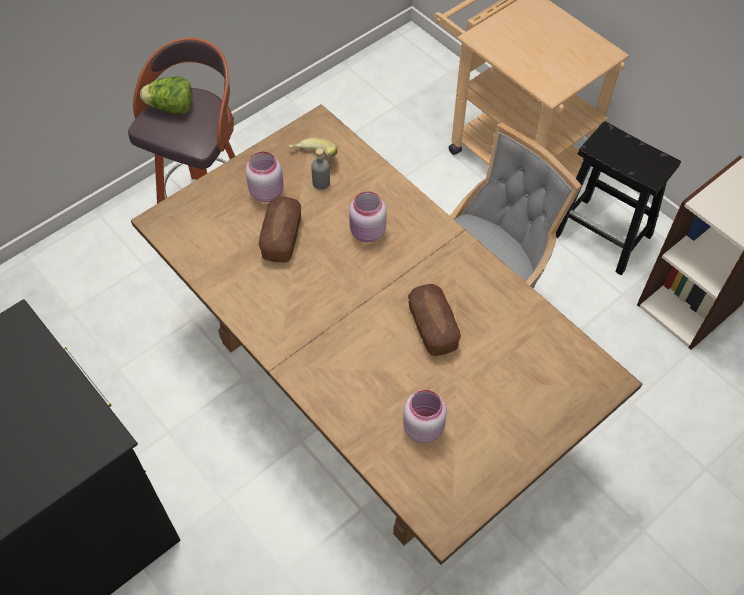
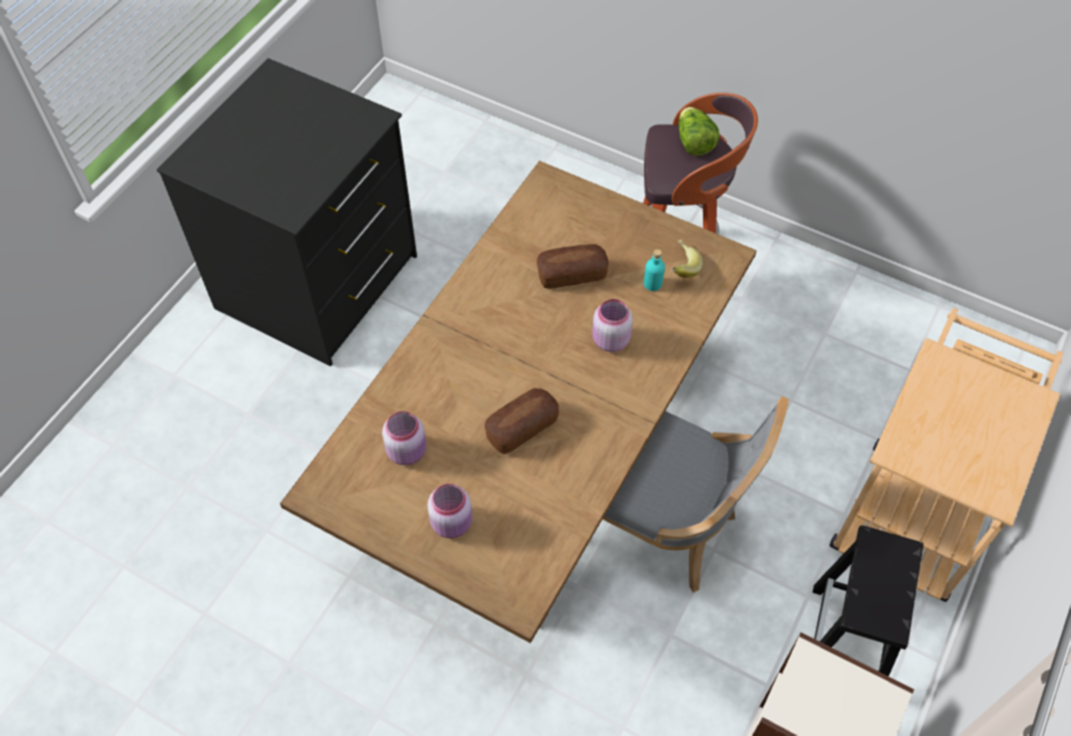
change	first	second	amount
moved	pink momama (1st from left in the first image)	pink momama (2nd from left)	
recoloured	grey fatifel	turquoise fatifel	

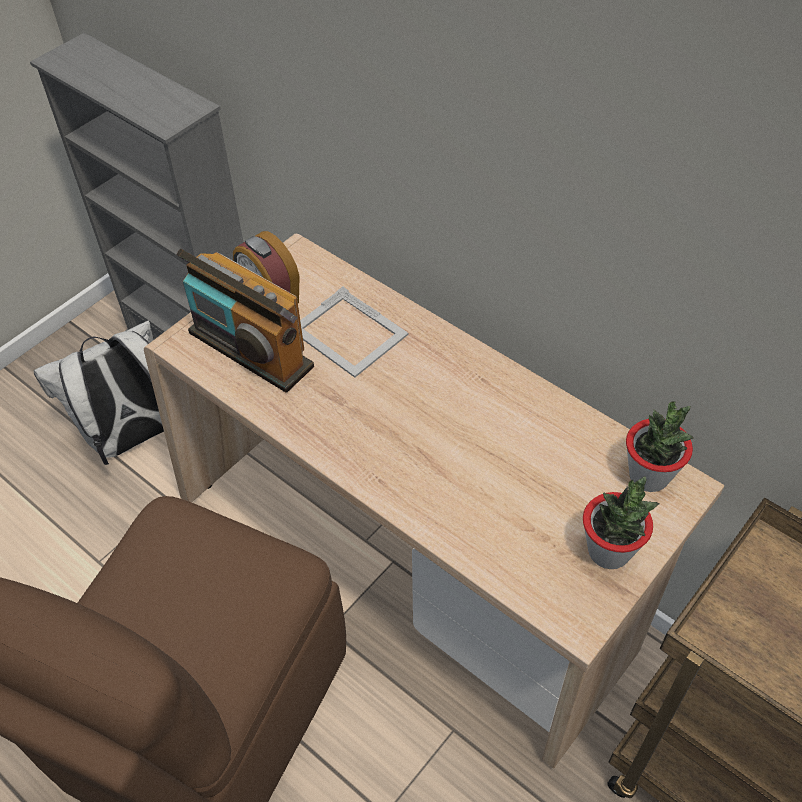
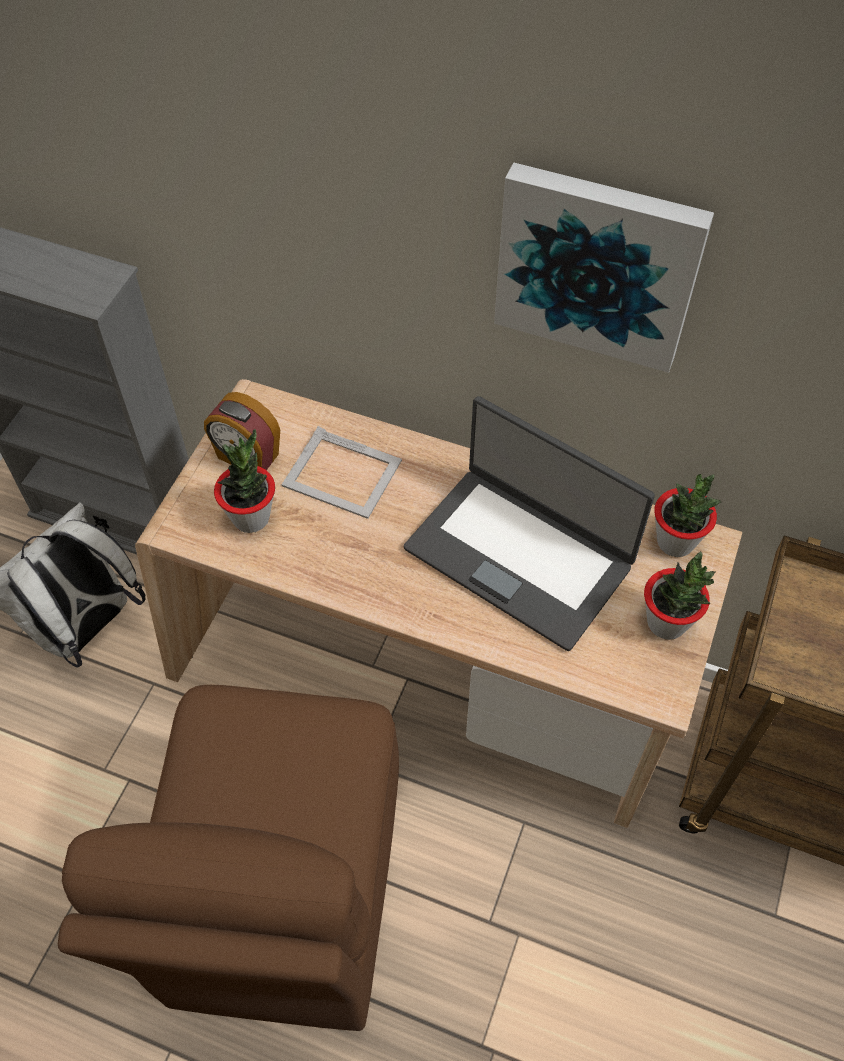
change	first	second	amount
replaced	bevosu	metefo (1st from left)	
added		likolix	
added		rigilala	

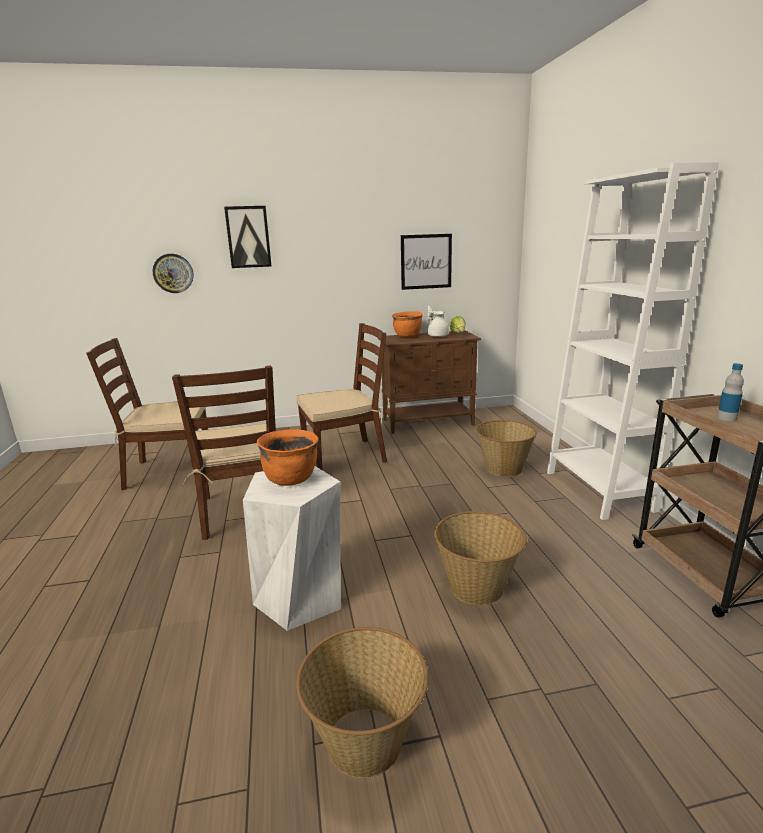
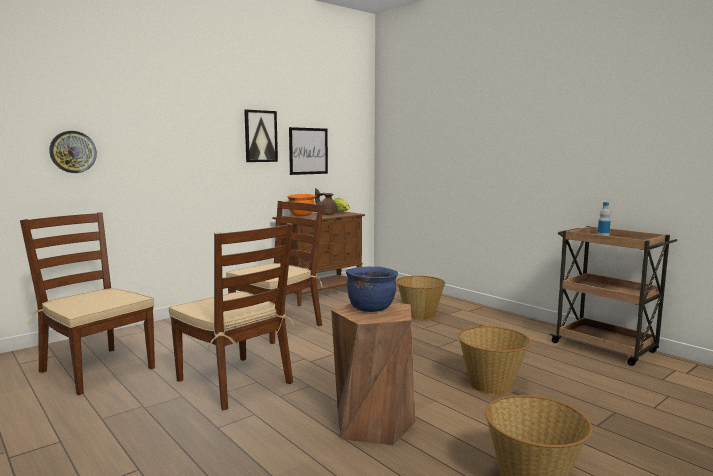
change	first	second	amount
turned	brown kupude (1st from left)		75 degrees clockwise
moved	rigilala (1st from left)		
recoloured	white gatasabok	brown gatasabok	
recoloured	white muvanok	brown muvanok	
recoloured	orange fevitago (1st from left)	blue fevitago	
removed	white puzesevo		

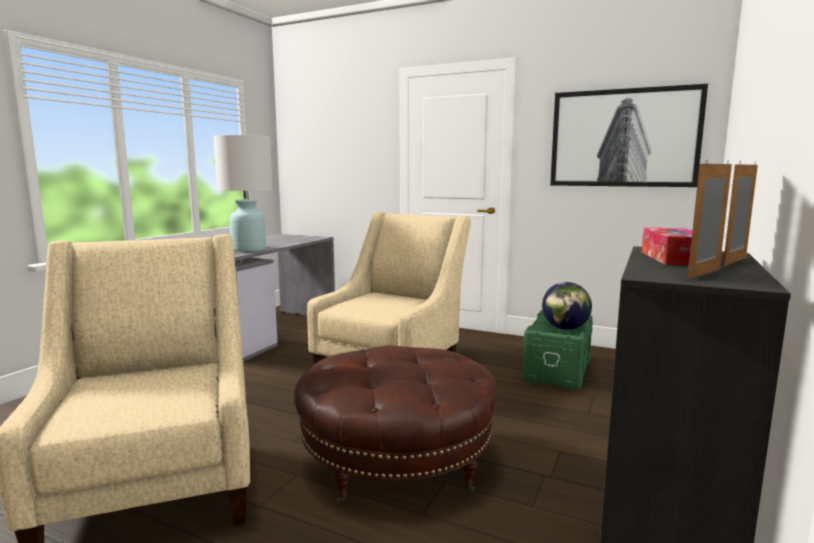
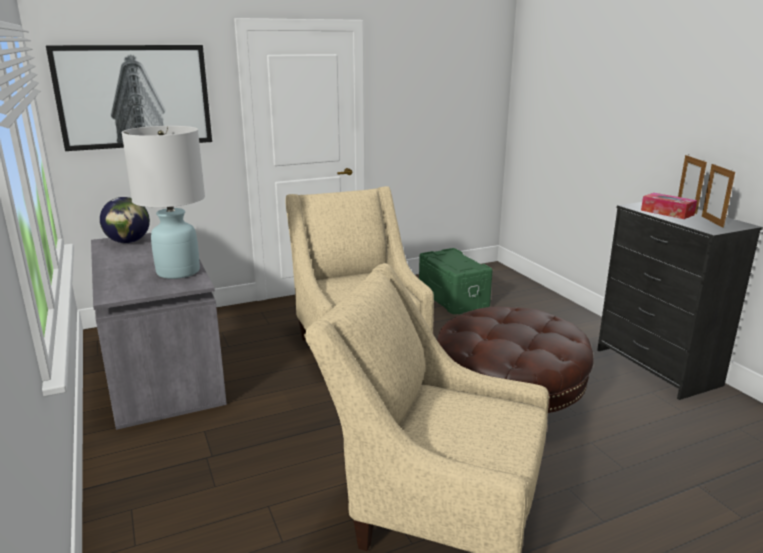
change	first	second	amount
moved	rigilala		
moved	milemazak		

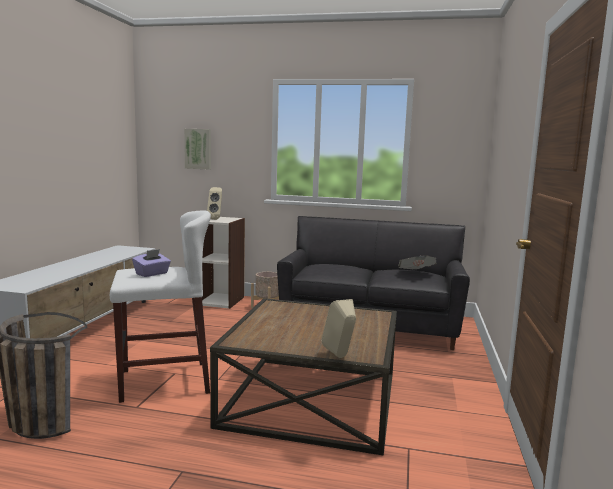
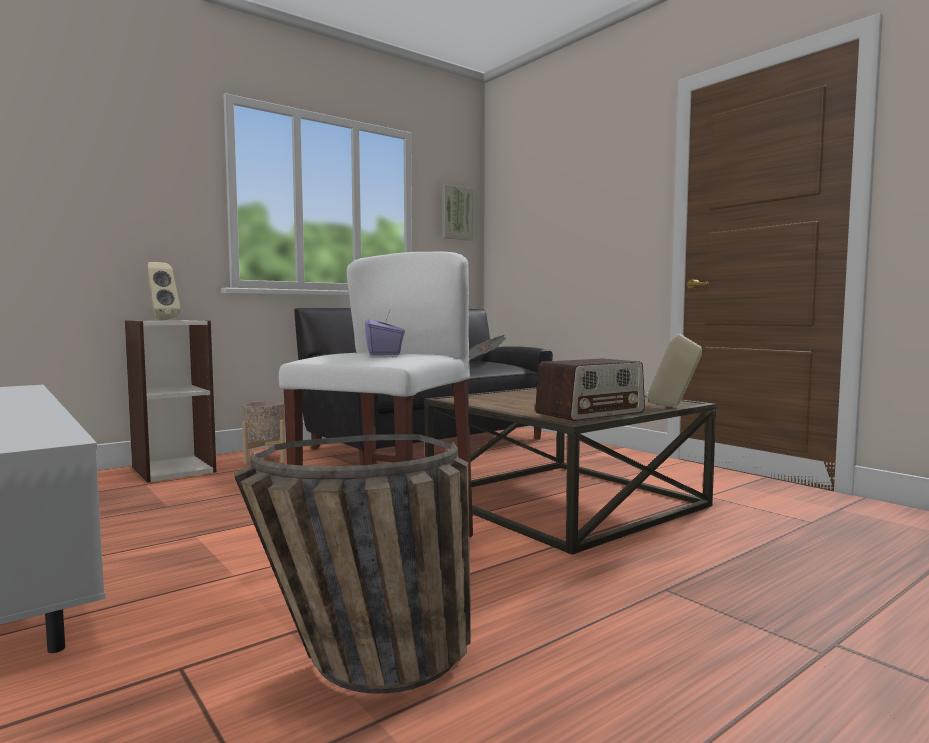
change	first	second	amount
moved	rigilala		
added		bevosu	

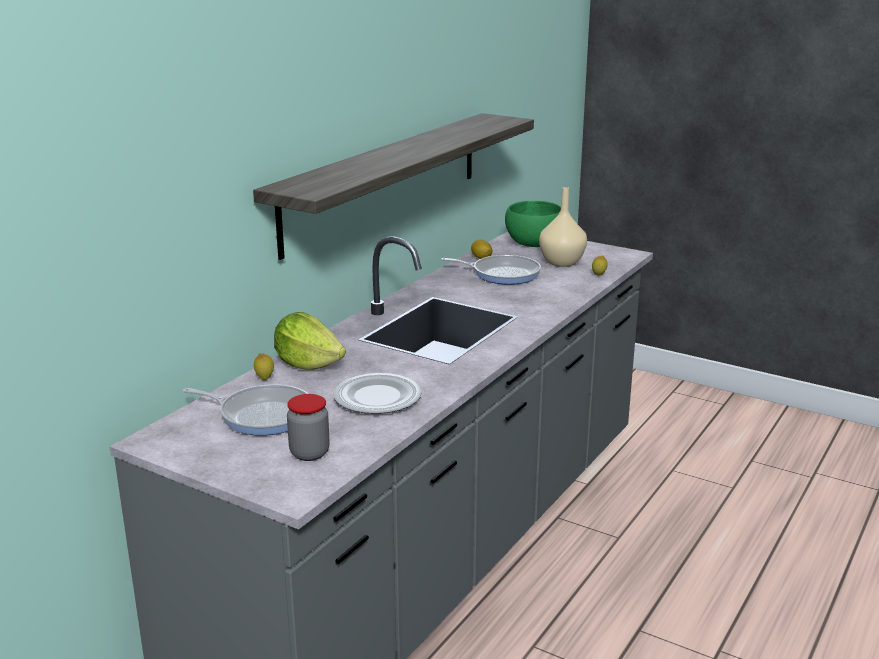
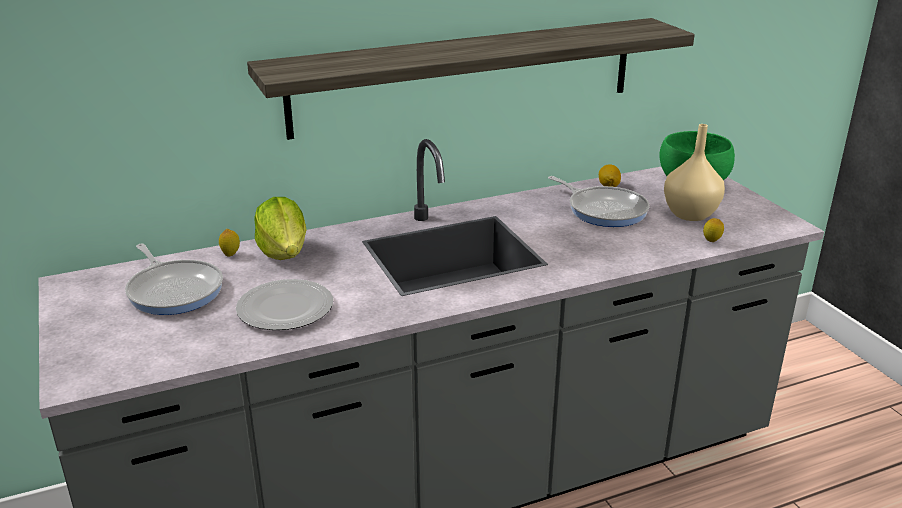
change	first	second	amount
removed	momama		

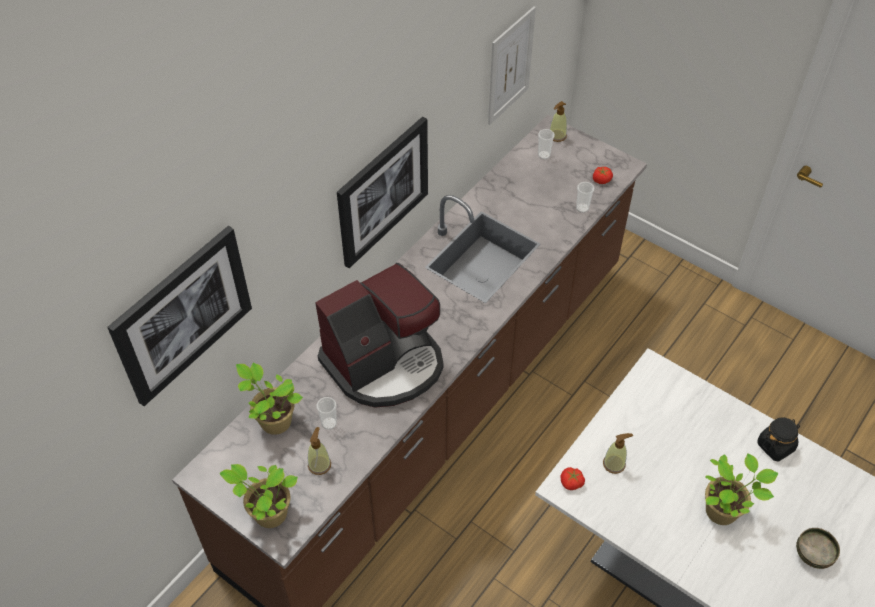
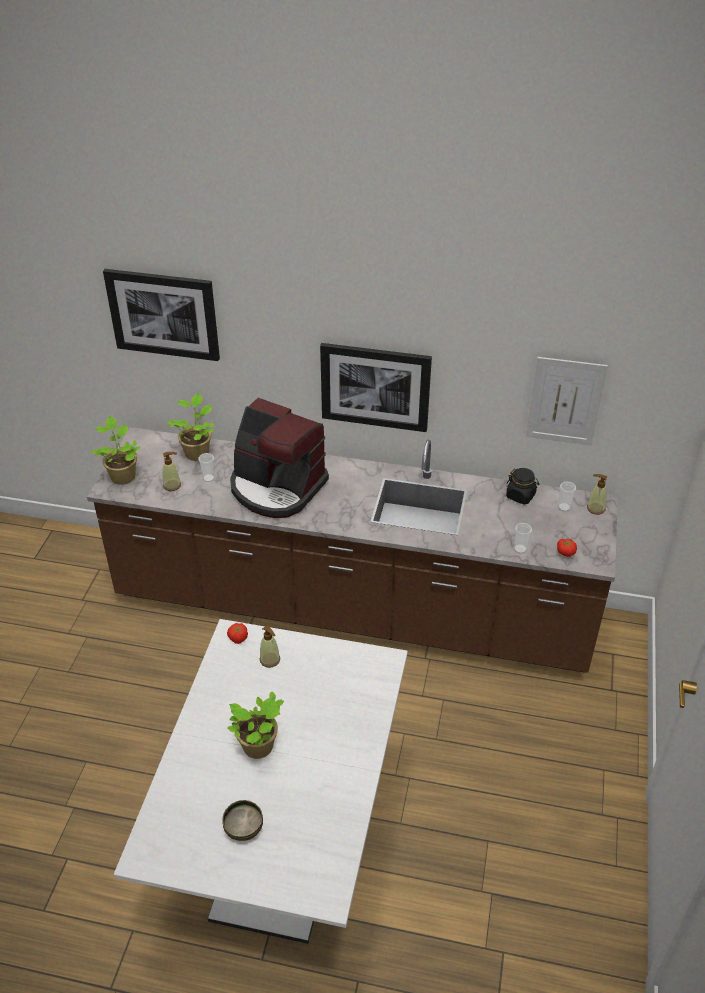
change	first	second	amount
moved	black momama		

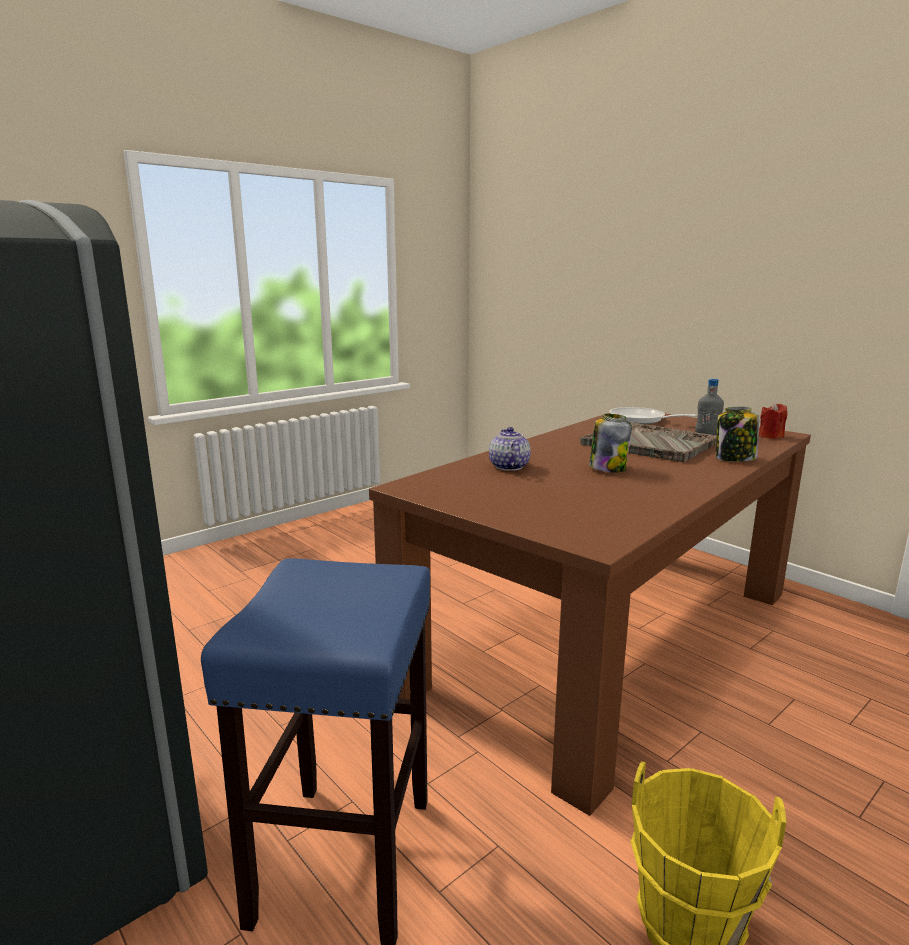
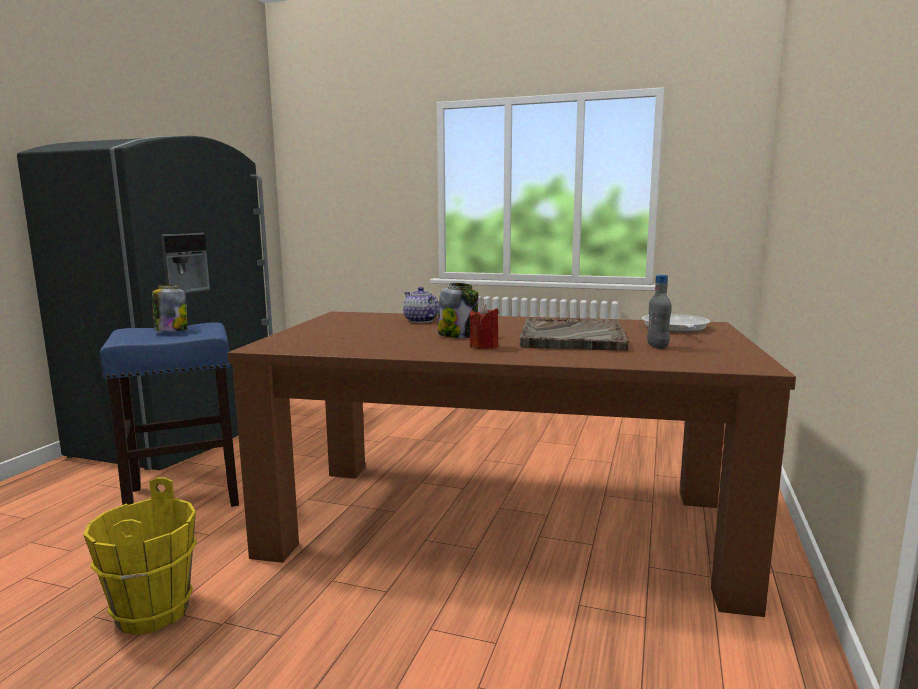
change	first	second	amount
moved	momama (2nd from left in the first image)	momama (1st from left)	
turned	gatasabok		90 degrees counterclockwise
moved	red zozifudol		

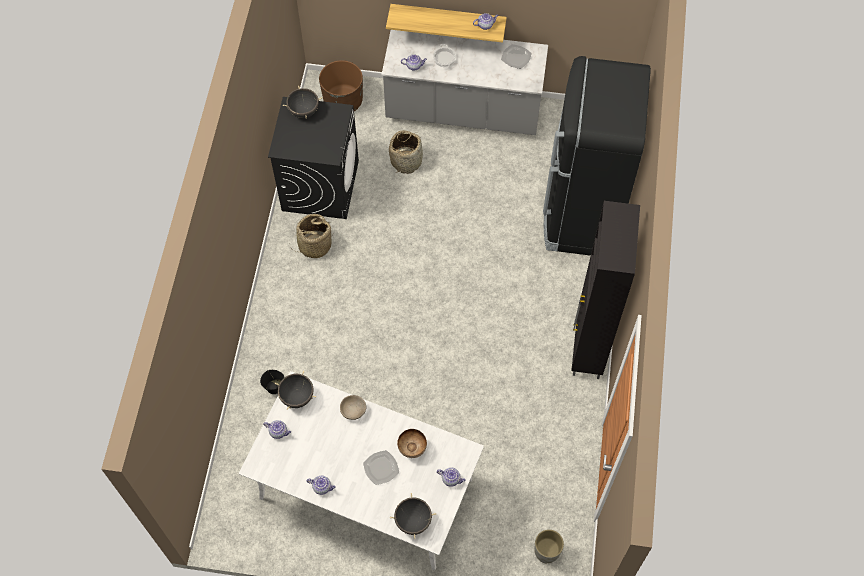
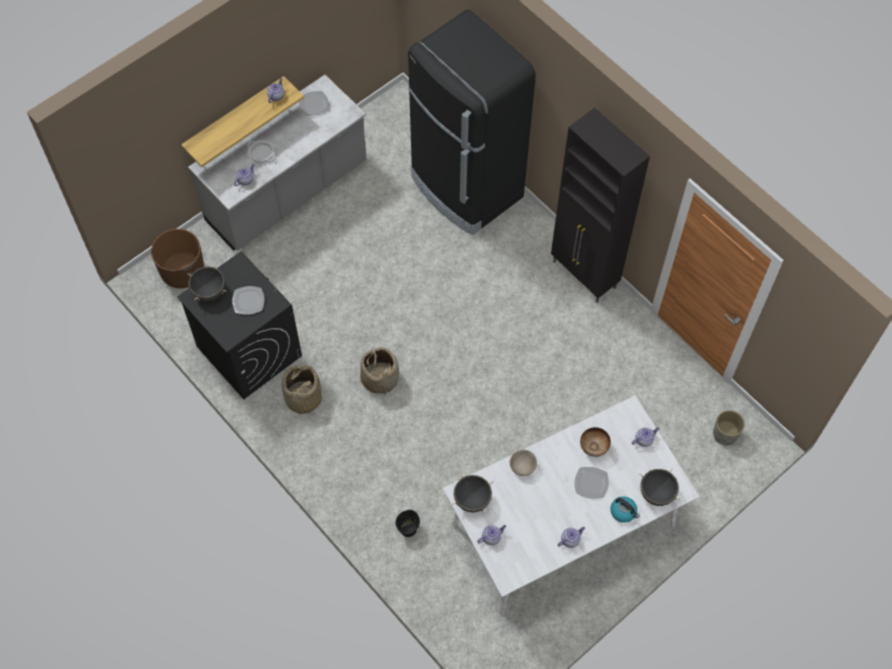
change	first	second	amount
added		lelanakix (1st from left)	
moved	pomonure (2nd from left)		
added		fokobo	

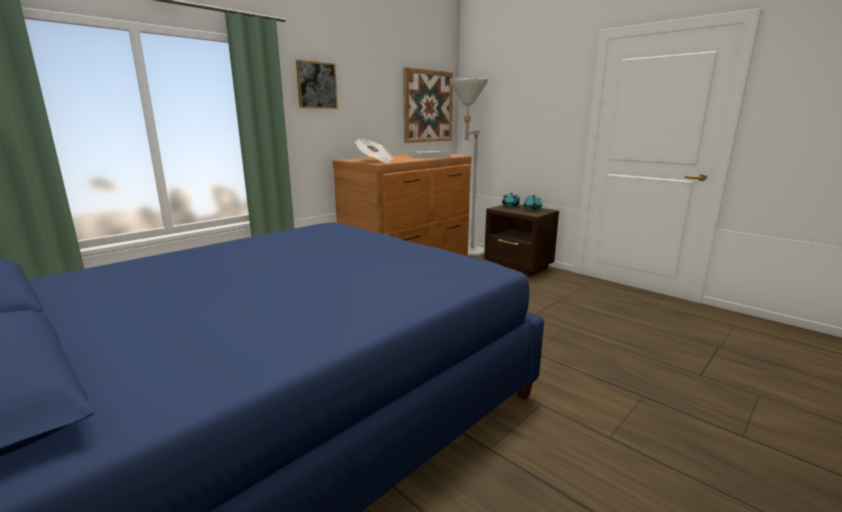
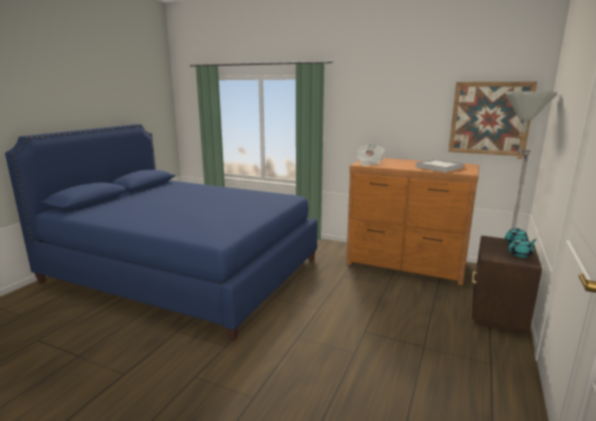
change	first	second	amount
removed	rigilala (1st from left)		

